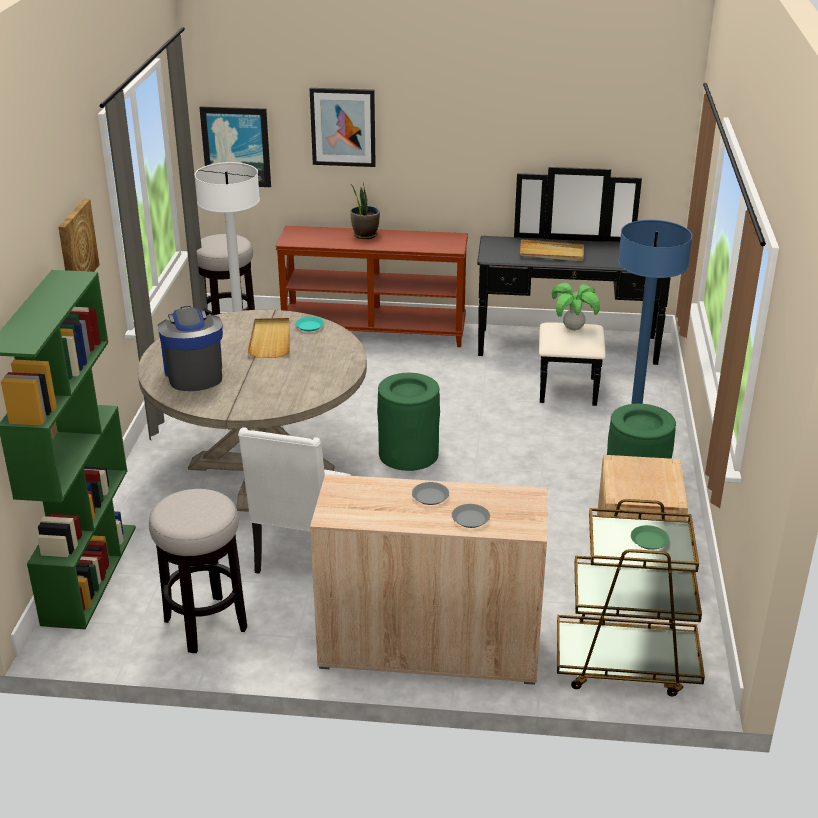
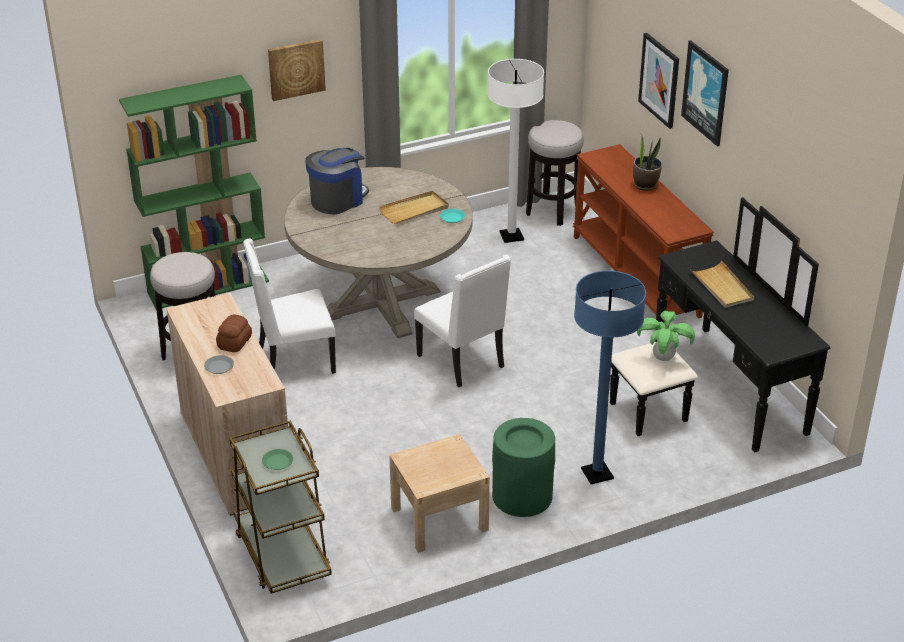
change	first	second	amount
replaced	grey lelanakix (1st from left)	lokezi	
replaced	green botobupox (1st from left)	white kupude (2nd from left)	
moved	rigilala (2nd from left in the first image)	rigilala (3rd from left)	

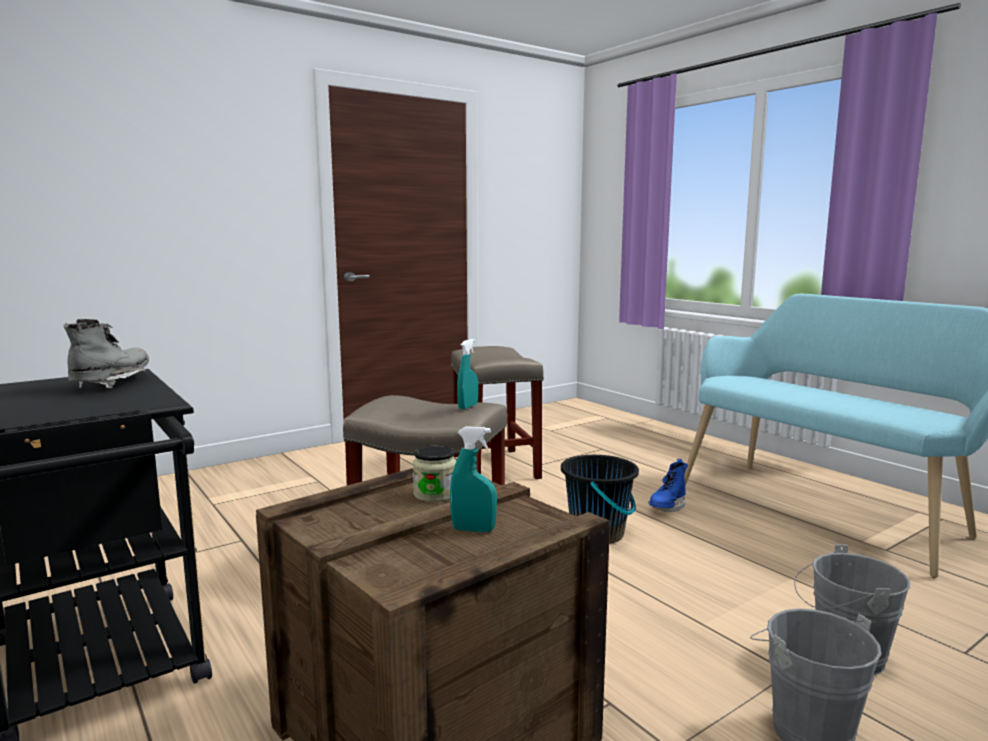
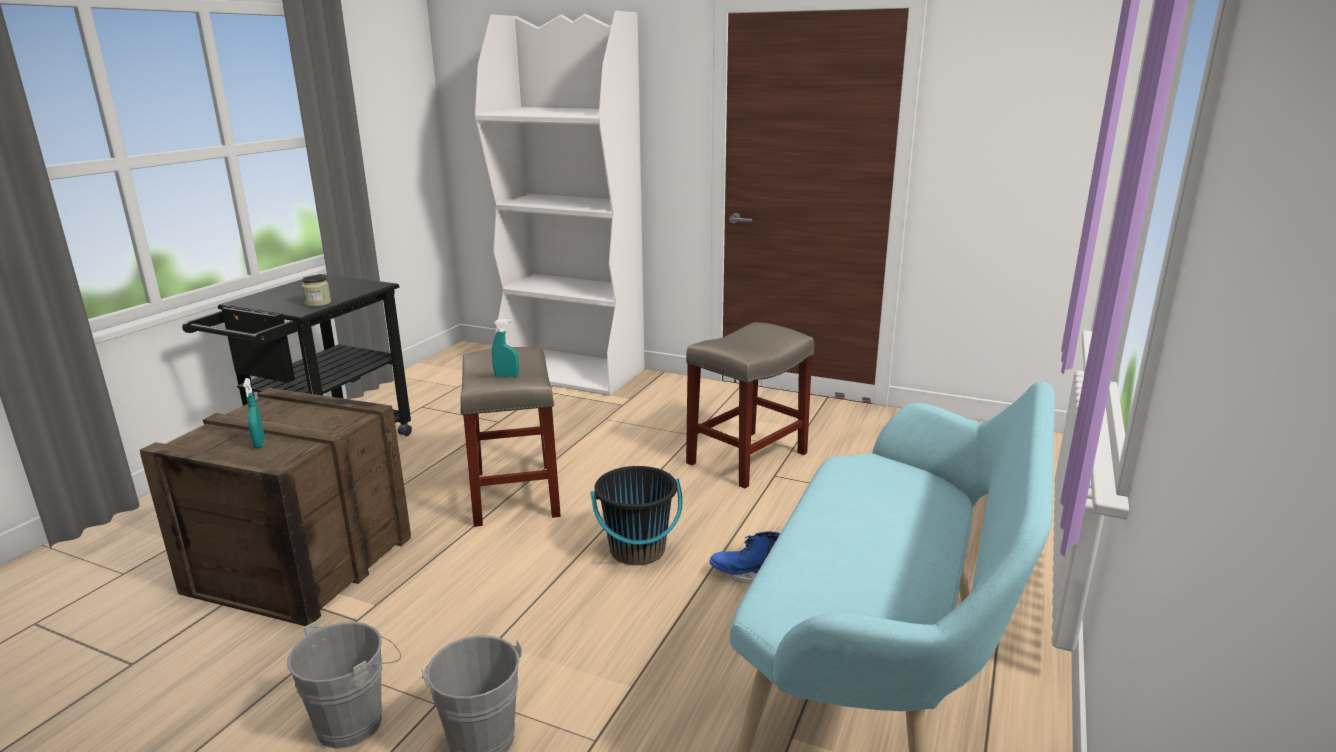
change	first	second	amount
moved	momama		
added		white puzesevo	
removed	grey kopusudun		

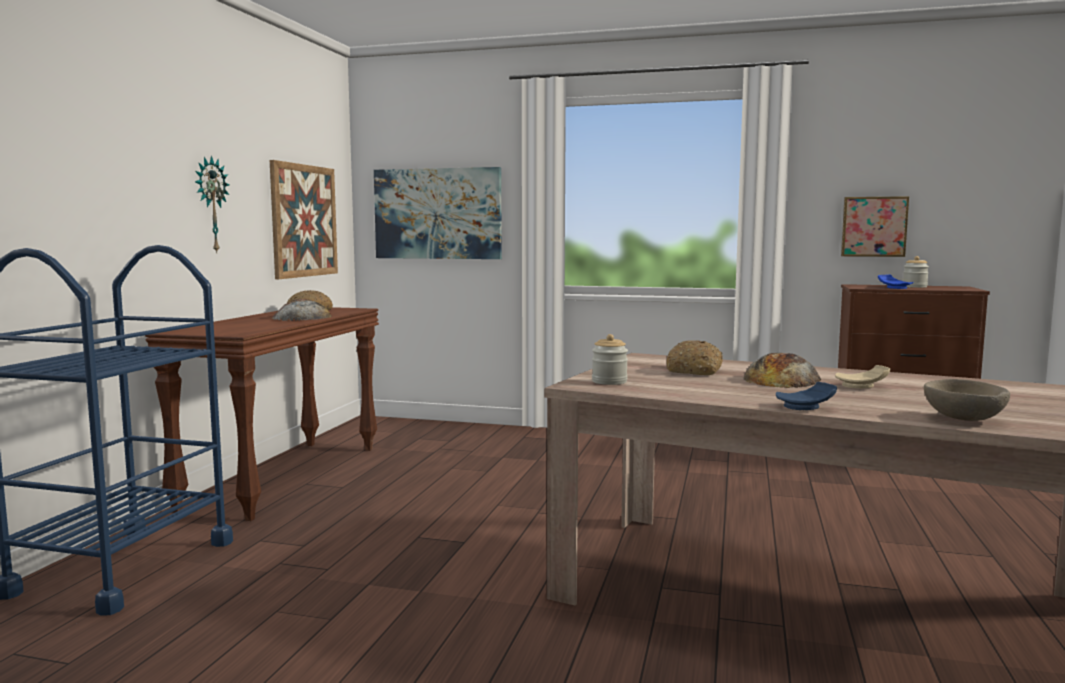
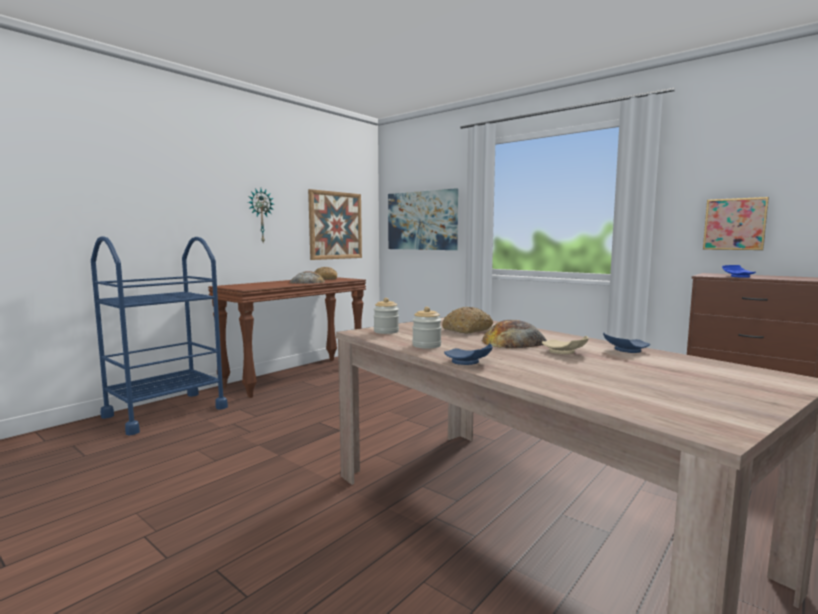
change	first	second	amount
moved	momama (2nd from left)		
added		blue lelanakix (2nd from left)	
removed	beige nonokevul		

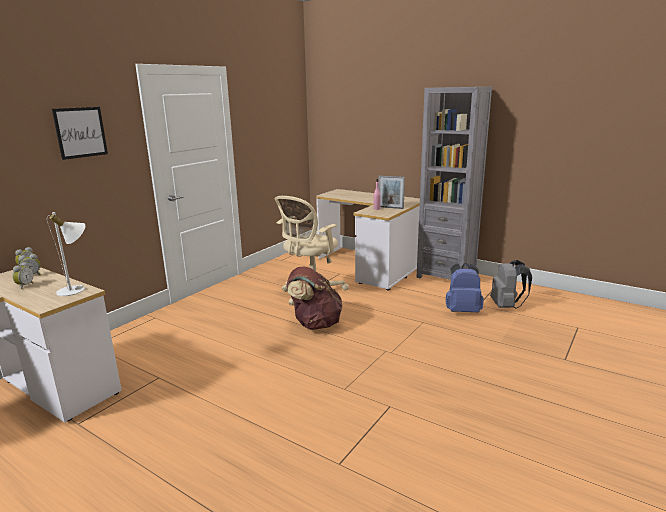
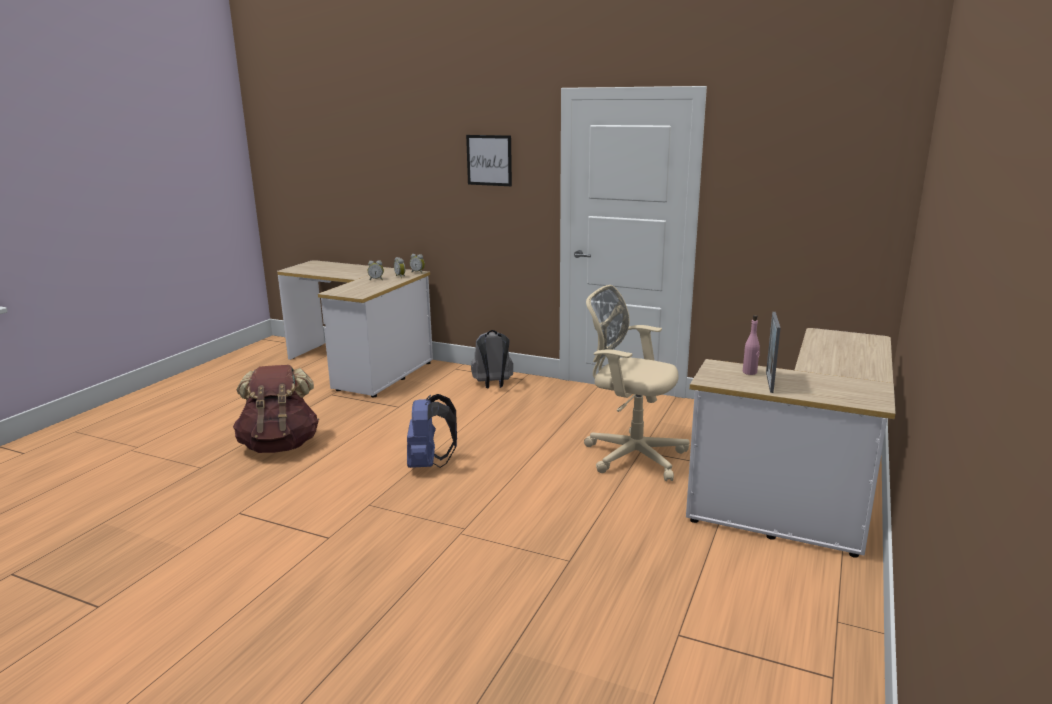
change	first	second	amount
moved	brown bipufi		
moved	blue bipufi		
moved	grey bipufi		
removed	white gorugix		
removed	grey puzesevo		

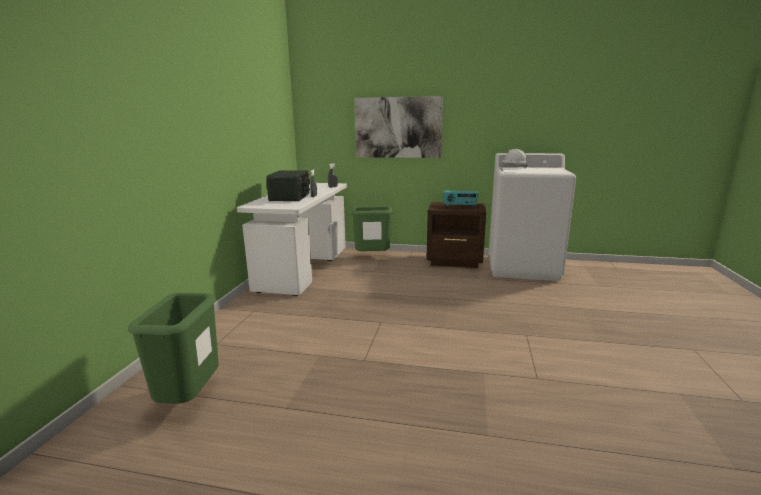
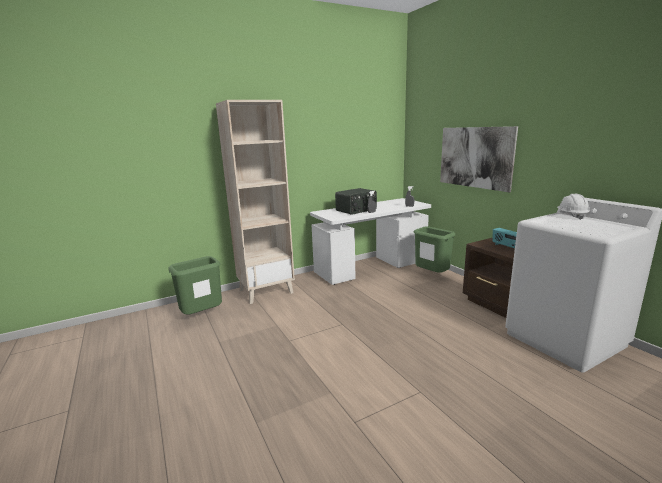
change	first	second	amount
added		beige puzesevo	

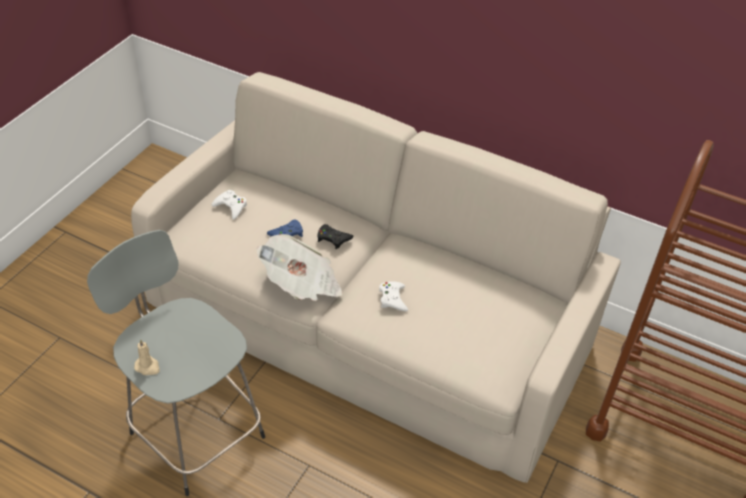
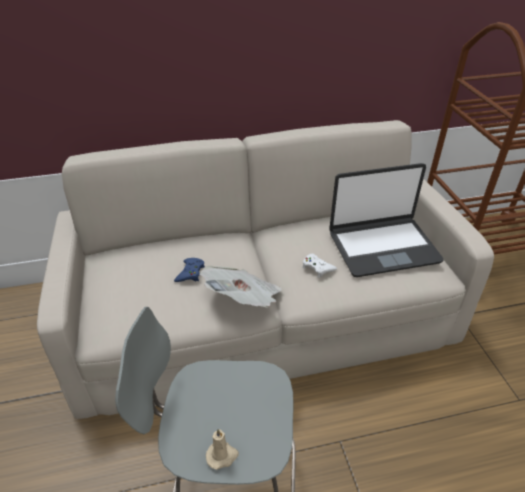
change	first	second	amount
added		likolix	
removed	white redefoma (1st from left)		
removed	black redefoma		

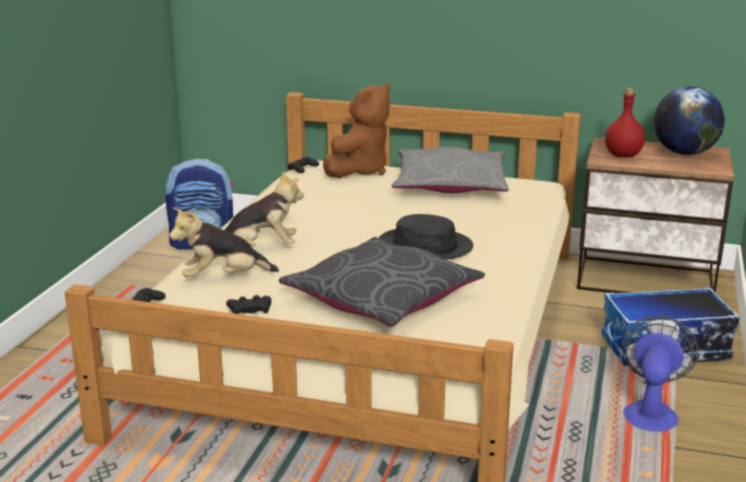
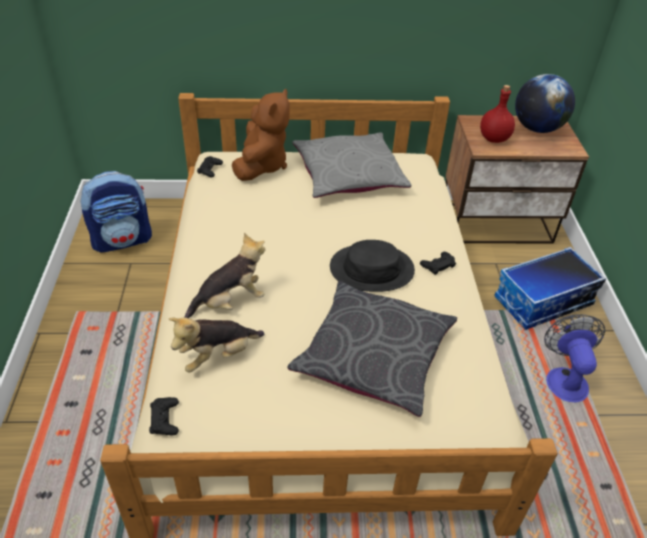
change	first	second	amount
moved	black redefoma (2nd from left in the first image)	black redefoma (3rd from left)	

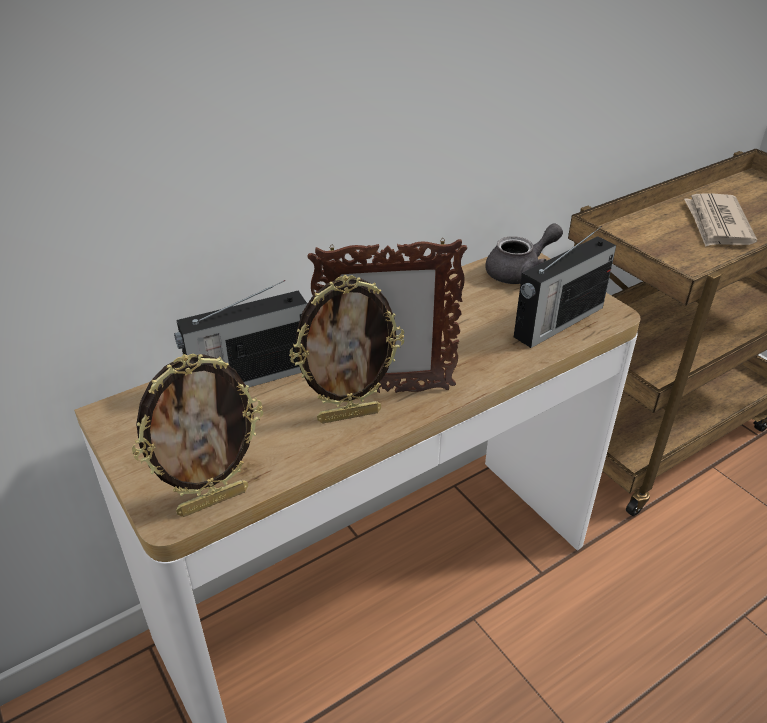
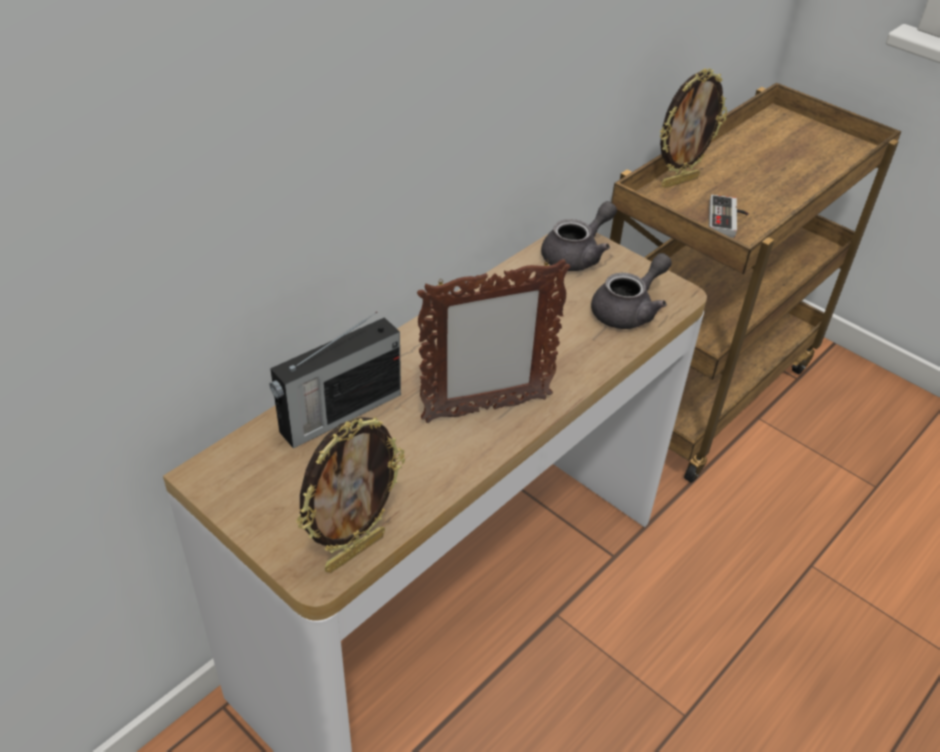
change	first	second	amount
replaced	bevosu (2nd from left)	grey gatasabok (2nd from left)	
moved	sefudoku (2nd from left in the first image)	sefudoku (3rd from left)	
added		redefoma	
removed	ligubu		

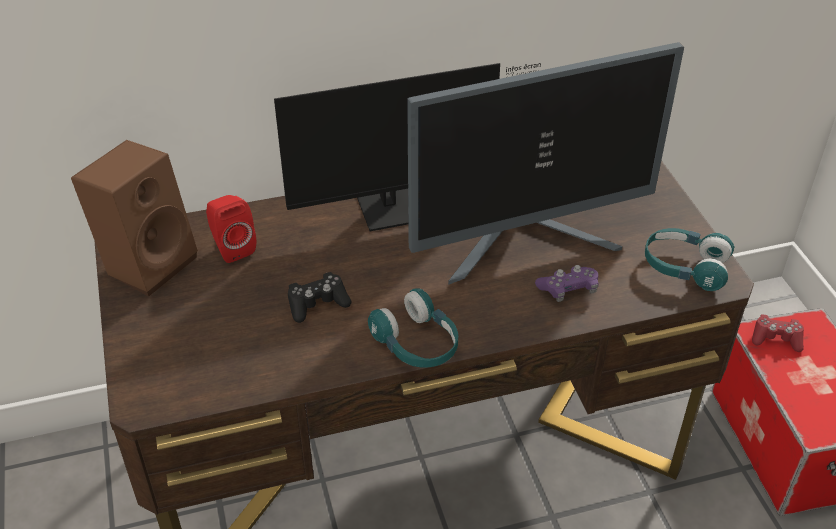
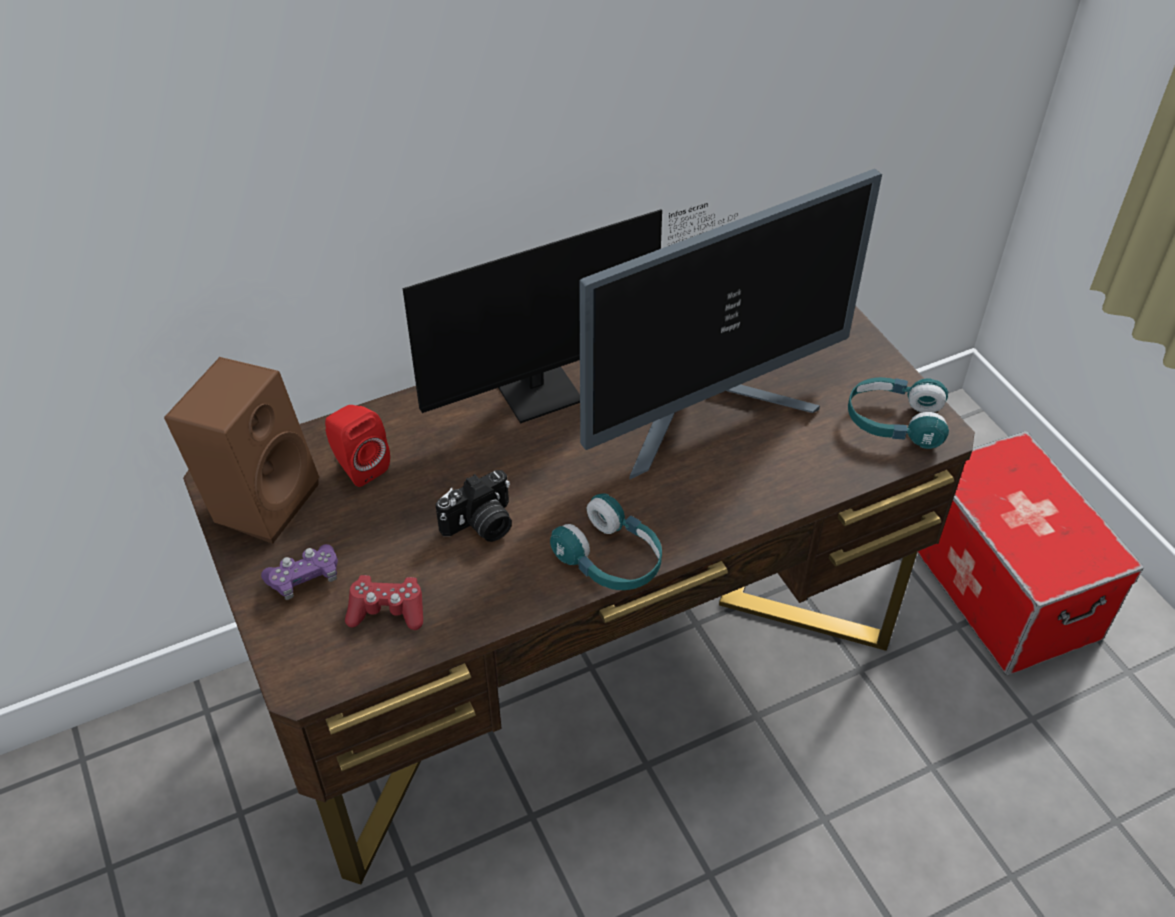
change	first	second	amount
moved	purple redefoma		
moved	red redefoma		
replaced	black redefoma	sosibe	

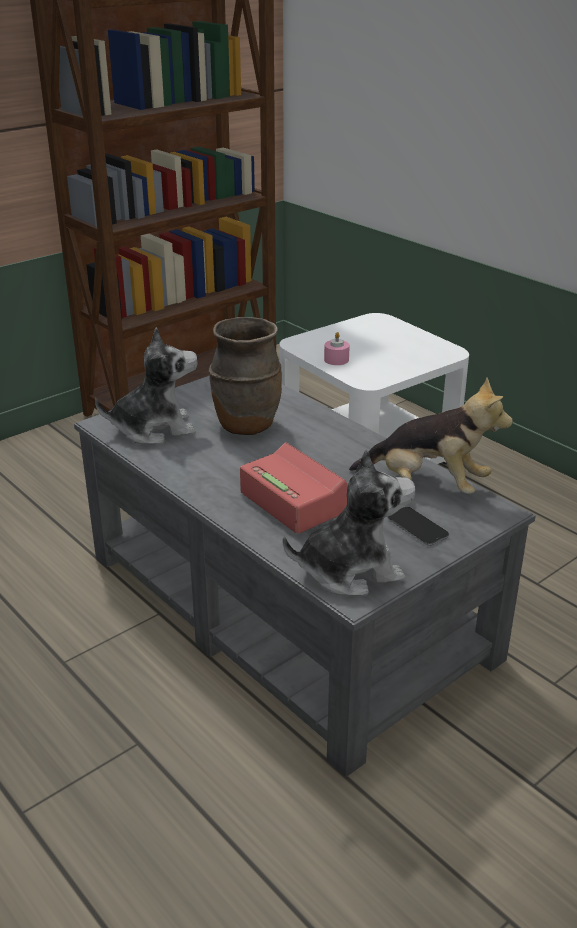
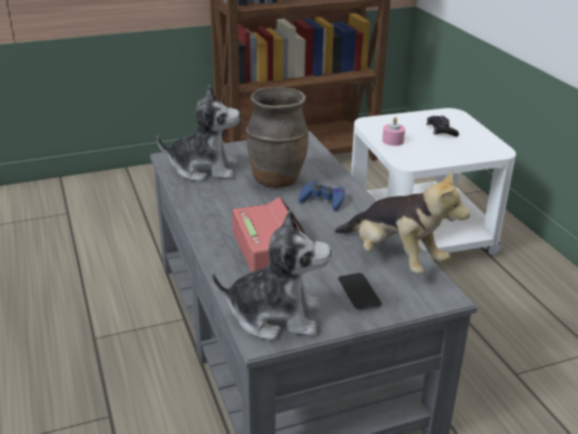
change	first	second	amount
added		blue redefoma	
added		black redefoma	

